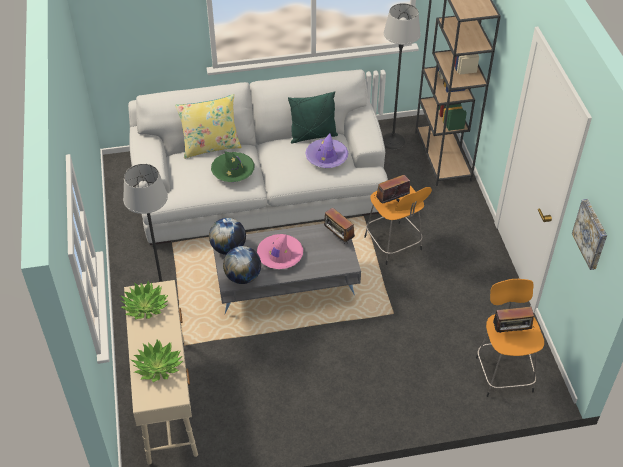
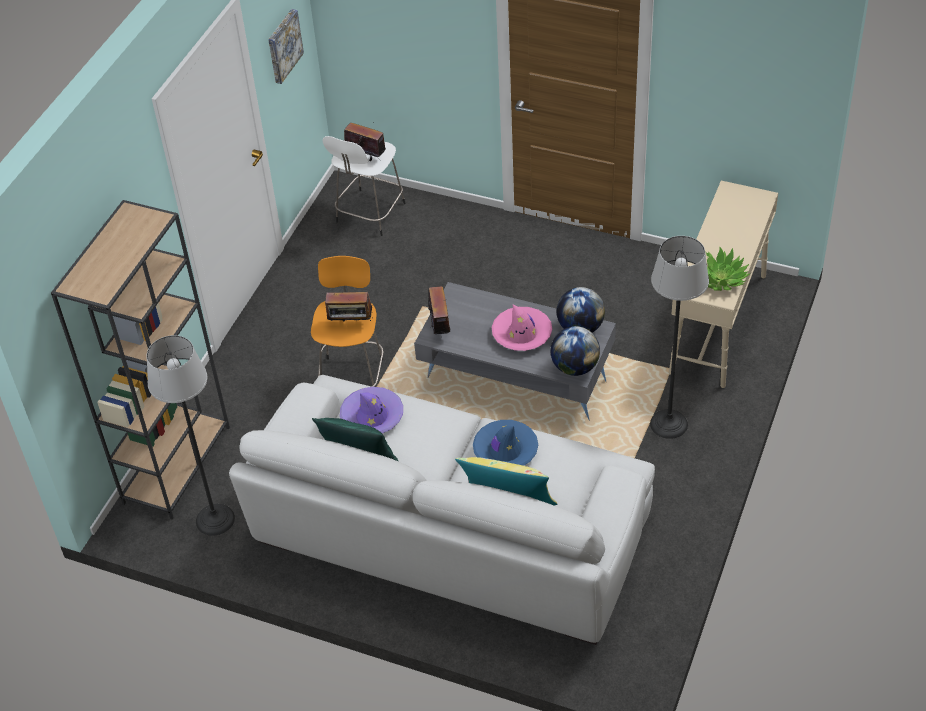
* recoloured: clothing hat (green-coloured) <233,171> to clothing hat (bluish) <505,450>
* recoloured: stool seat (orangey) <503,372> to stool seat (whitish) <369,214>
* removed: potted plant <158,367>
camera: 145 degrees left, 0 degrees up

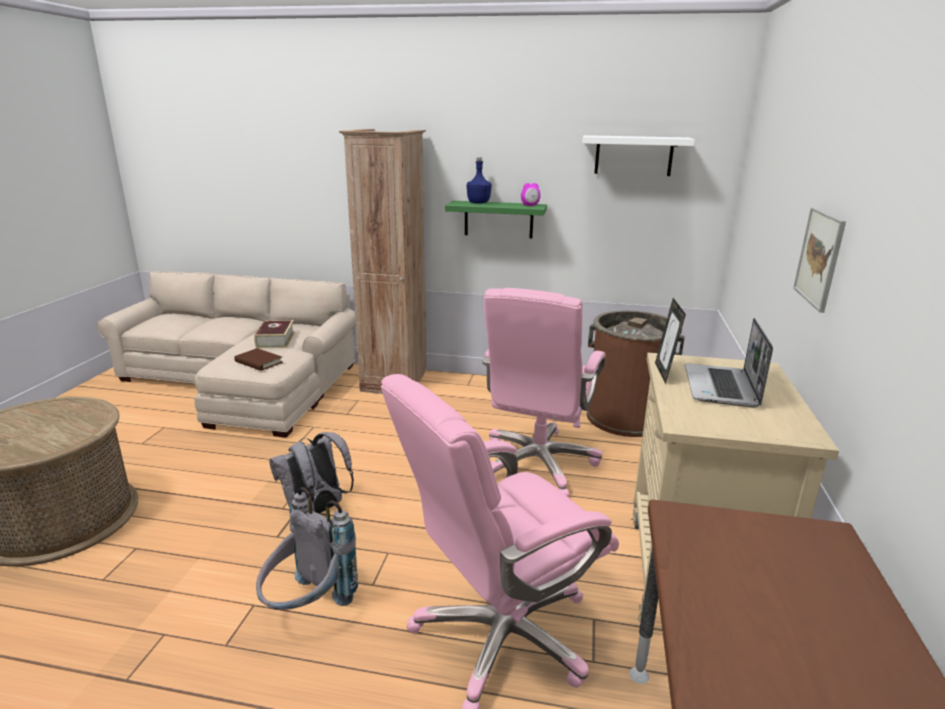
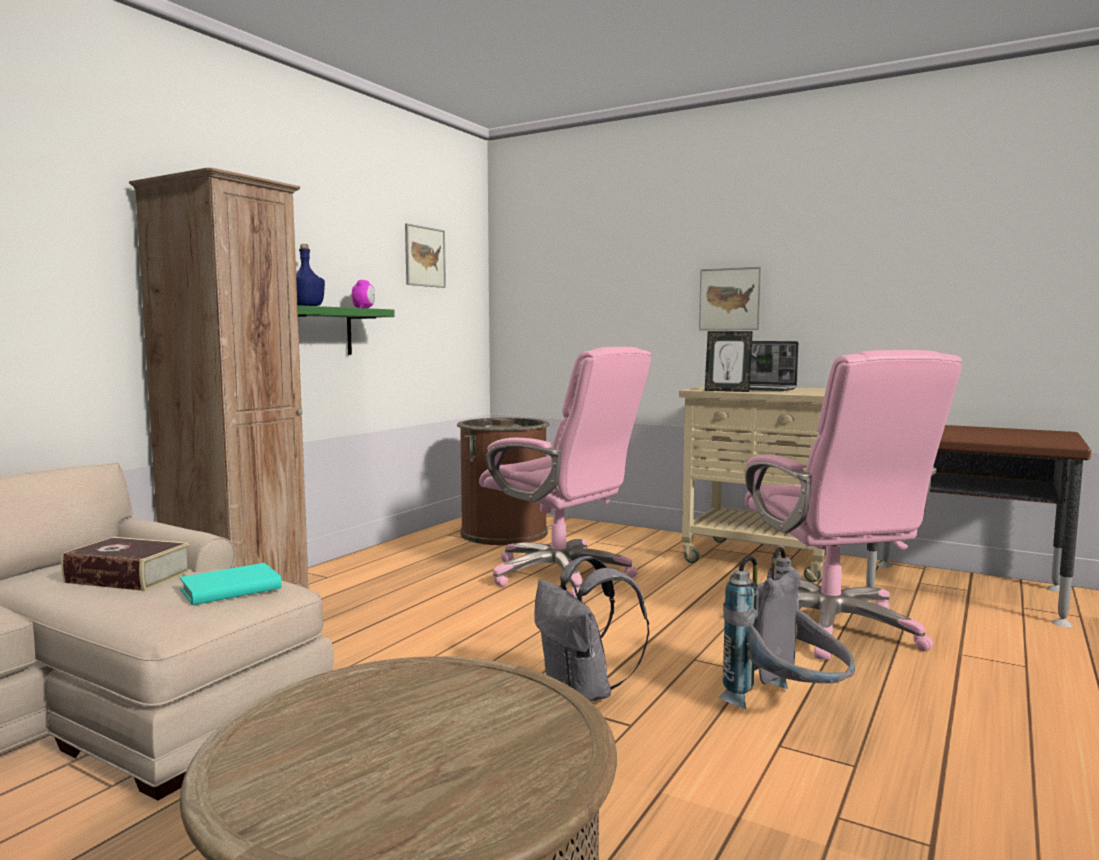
* replaced: wall shelf (whitish) <633,155> to wall art <425,256>
* recoloured: book (brown-coloured) <258,362> to book (turquoise-coloured) <231,589>
camera: 70 degrees left, 15 degrees down

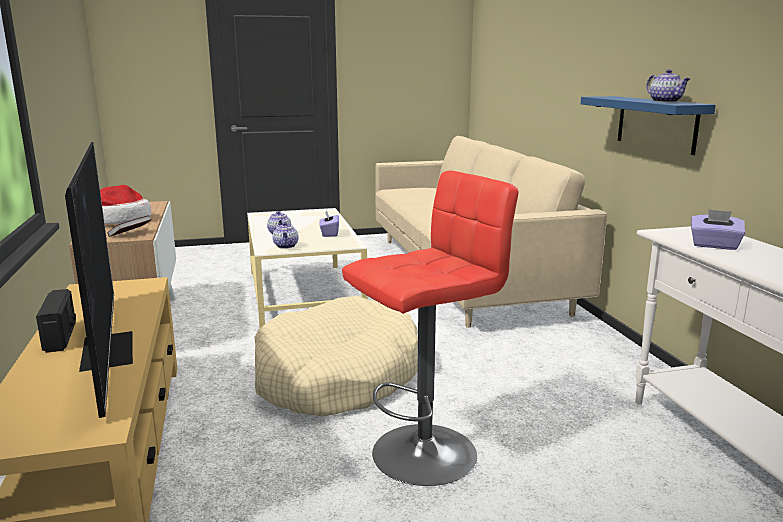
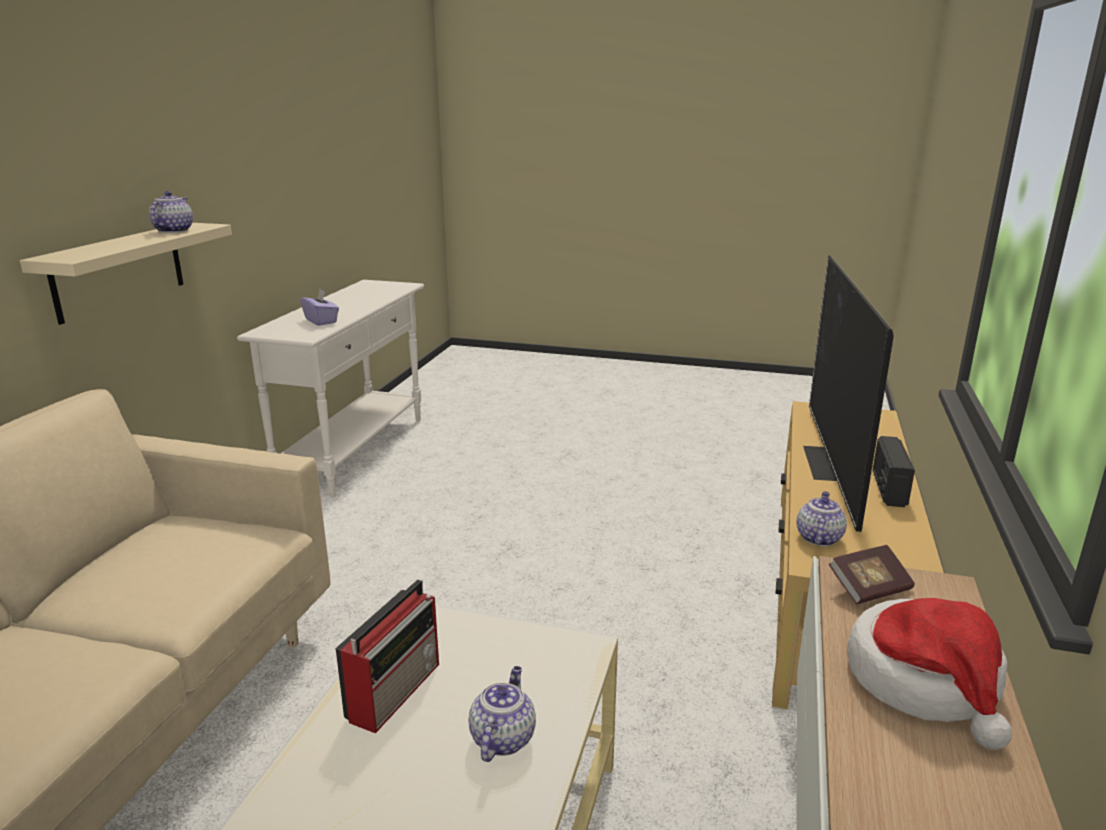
* recoloured: wall shelf (bluish) <656,123> to wall shelf (beige) <119,271>
* removed: stool seat (reddish) <426,454>
* replaced: tissue box (purplish) <329,234> to radio set <396,689>
* moved: teapot <286,246> to <818,537>
* removed: pet bed (beige) <337,377>
camera: 150 degrees left, 5 degrees up

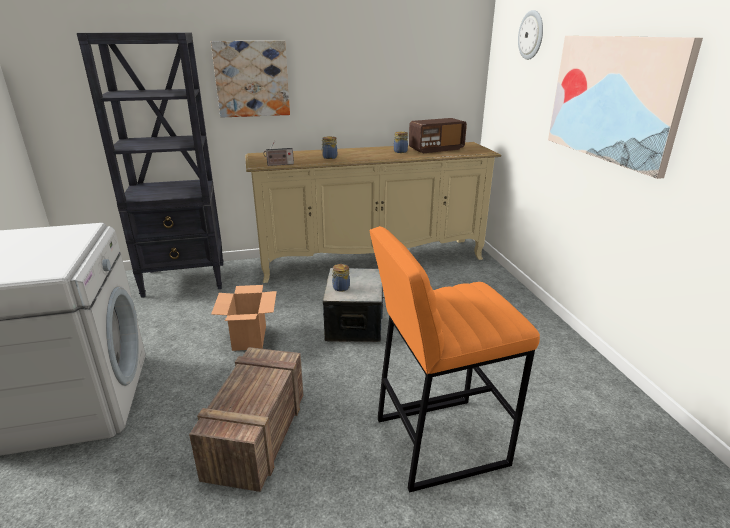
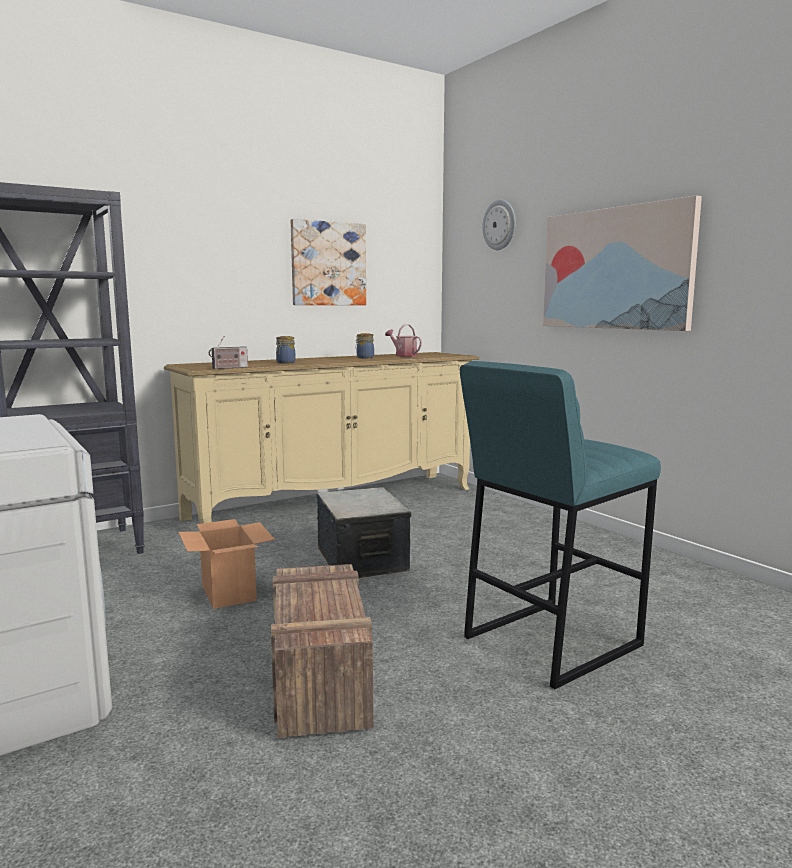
* moved: wall art <252,79> to <328,264>
* replaced: radio set <436,149> to watering pot <403,355>
* recoloured: stool seat (orangey) <437,442> to stool seat (turquoise-coloured) <549,642>
* removed: jar <340,288>
camera: 20 degrees left, 15 degrees down

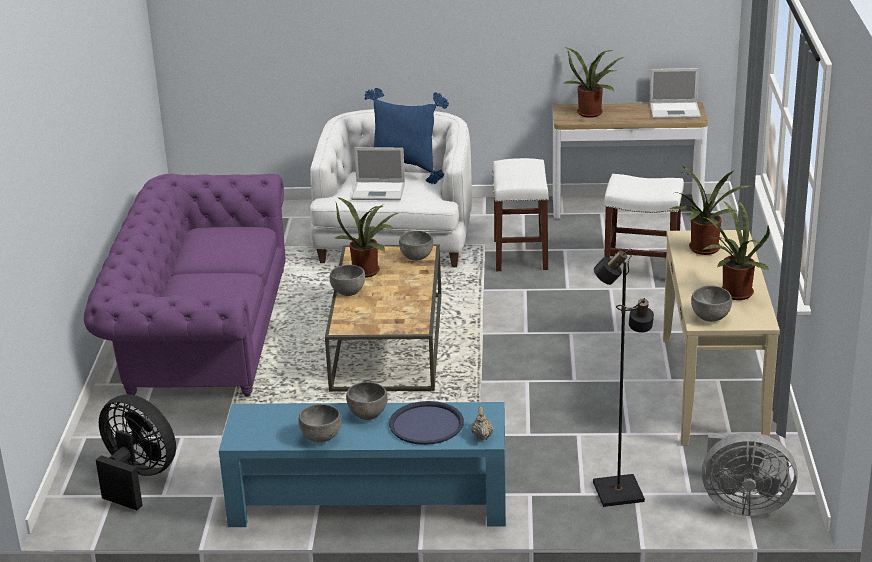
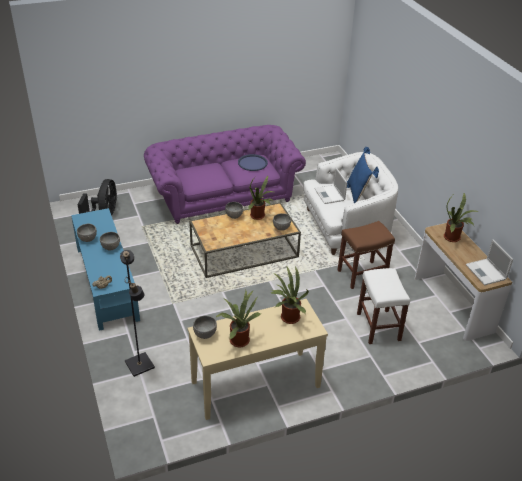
* recoloured: stool seat (whitish) <521,255> to stool seat (brown-coloured) <361,275>
* moved: carrying tray (bluish) <426,424> to <252,163>
* removed: electric fan (greyish) <742,504>
camera: 65 degrees right, 10 degrees up

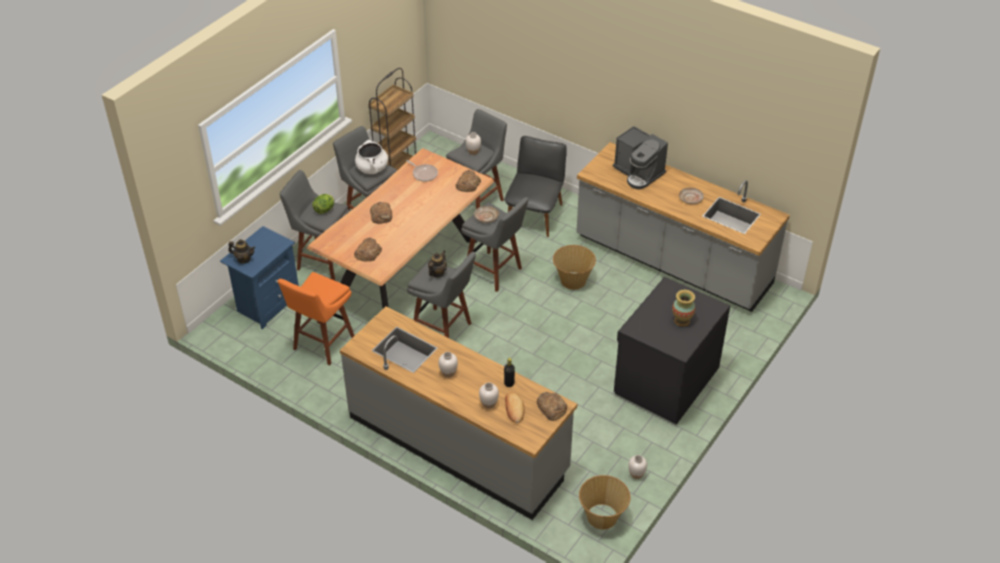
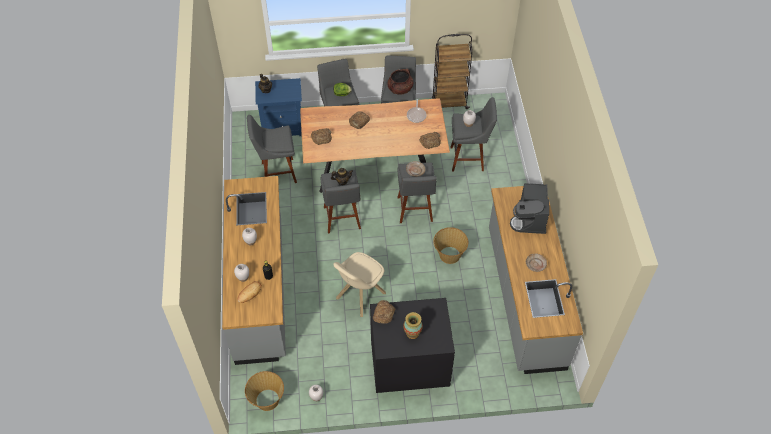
* removed: chair (blackish) <534,216>
* recoloured: cooking pot (whitish) <372,168> to cooking pot (brown-coloured) <400,89>
* recoloured: stool seat (orangey) <322,345> to stool seat (greyish) <276,173>
* moved: baked bread <551,408> to <383,313>
* added: chair (beige) <360,295>
camera: 50 degrees right, 10 degrees up

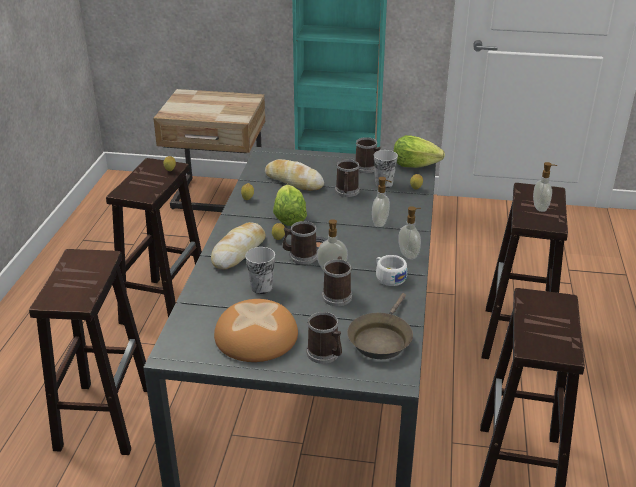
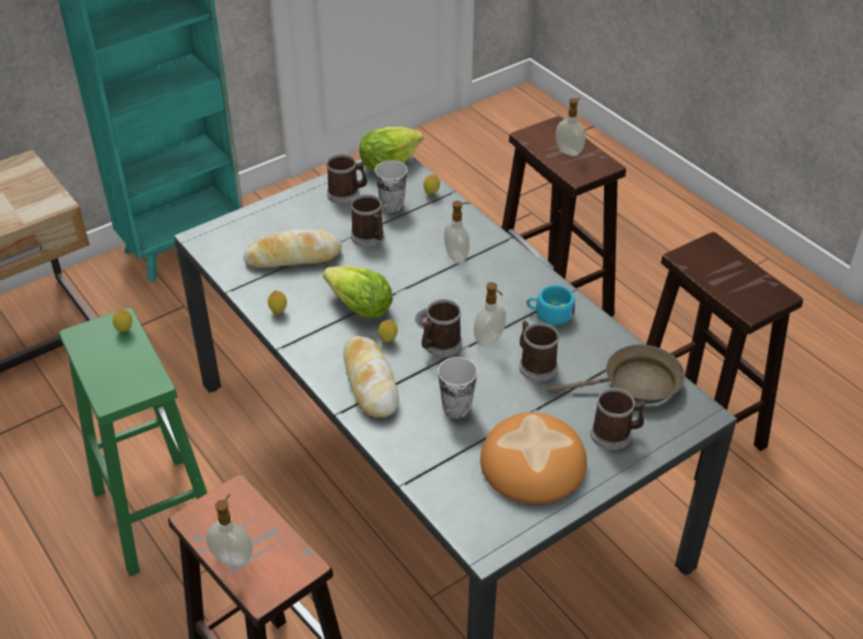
* recoloured: stool seat (brown-coloured) <165,304> to stool seat (green-coloured) <155,512>
* moved: soap bottle <409,254> to <233,557>
* recoloured: drinking cup (whitish) <388,277> to drinking cup (turquoise-coloured) <549,314>
* turned: skillet (brown-coloured) <381,339> = <635,384> 75 degrees counterclockwise
camera: 45 degrees left, 10 degrees up

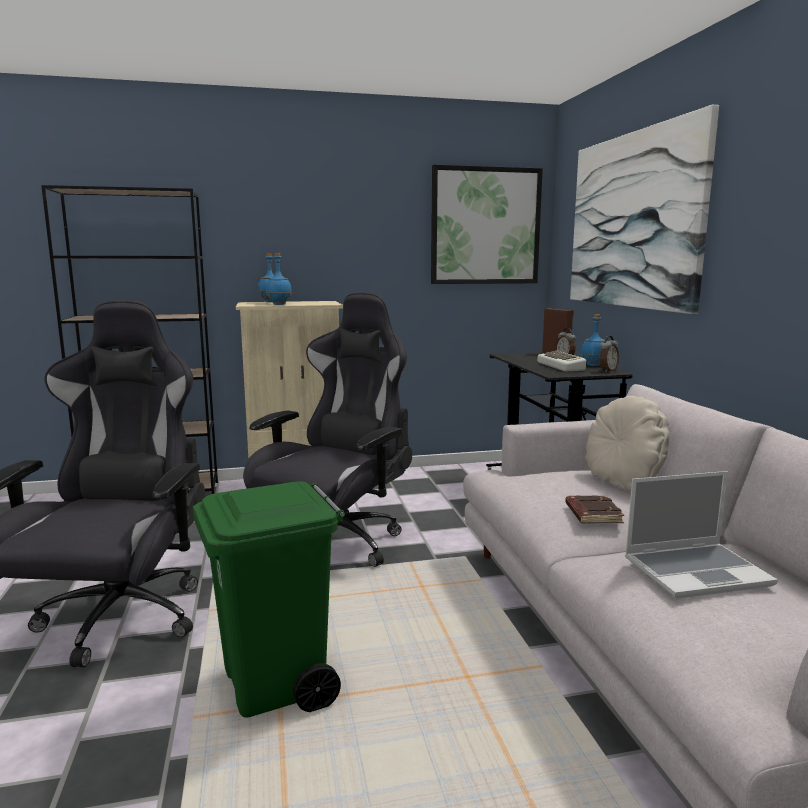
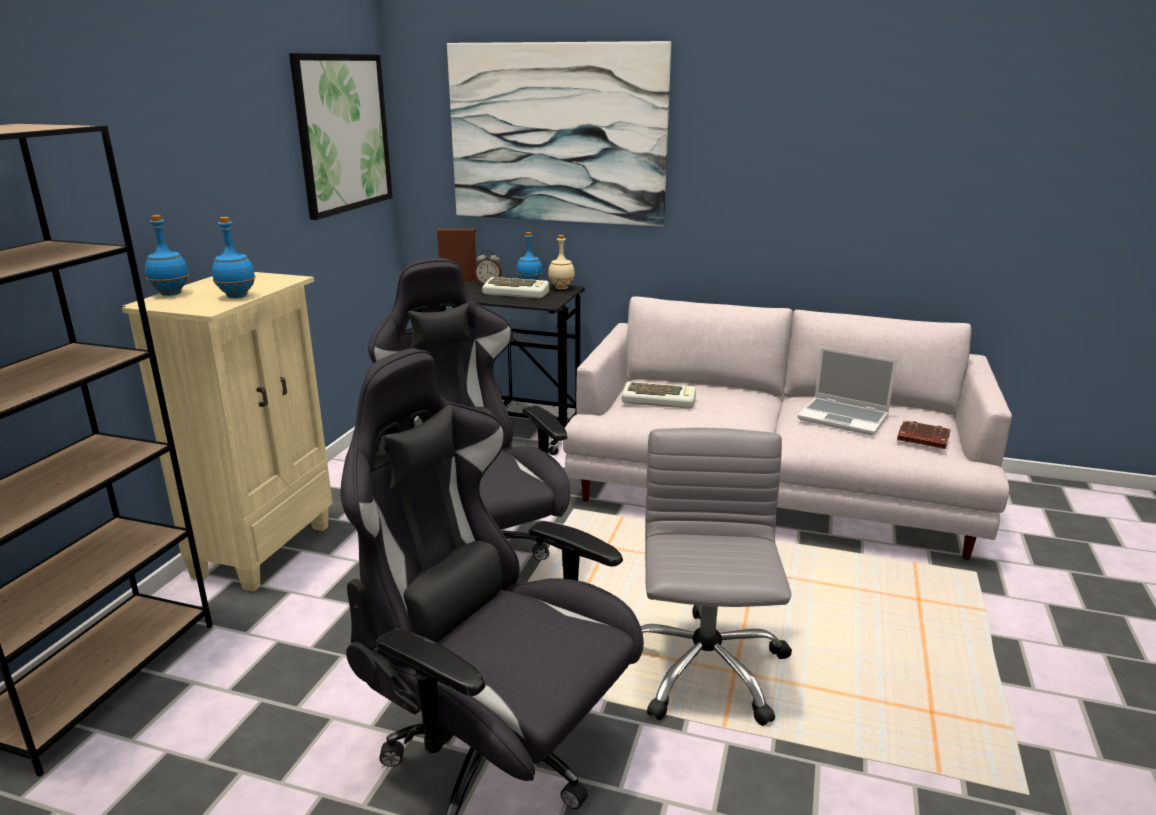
* replaced: alarm clock <607,371> to beverage bottle (beige) <561,288>
* removed: pillow (beige) <623,483>
* turned: laptop <697,571> = <844,418> 105 degrees clockwise
* replaced: trash can (green-coloured) <277,685> to computer chair (greyish) <704,668>
* moved: book (brown-coloured) <592,514> to <922,439>
* added: computer keyboard <659,400>
camera: 60 degrees left, 10 degrees up

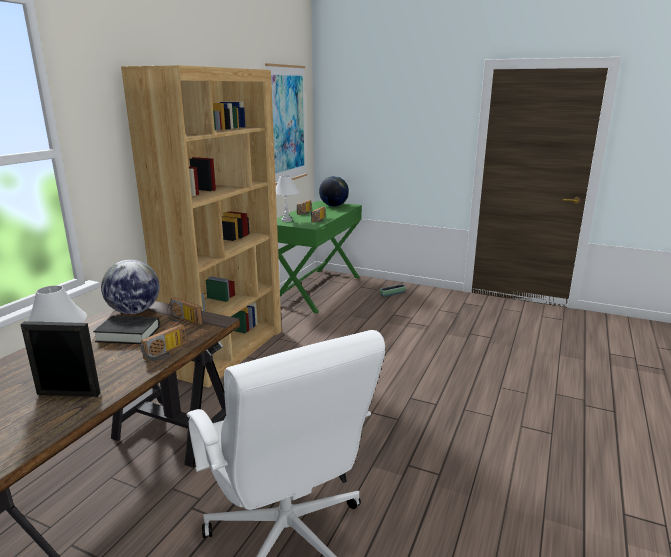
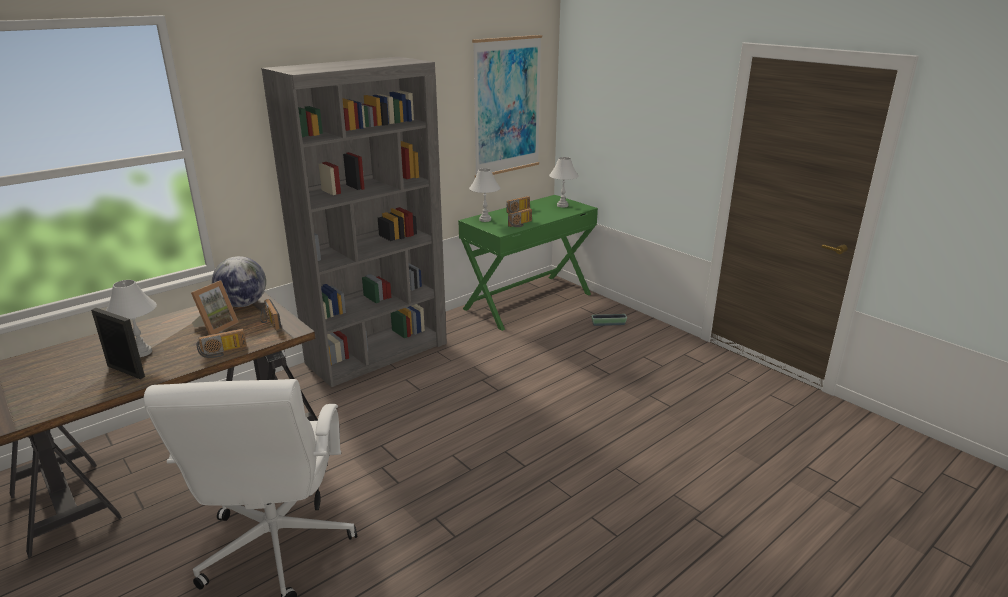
* recoloured: shelving unit (brown-coloured) <227,351> to shelving unit (greyish) <378,353>
* replaced: globe <334,206> to lamp for a table (whitish) <562,205>
* replaced: book (blackish) <128,334> to photo frame <216,327>
camera: 25 degrees right, 5 degrees up

